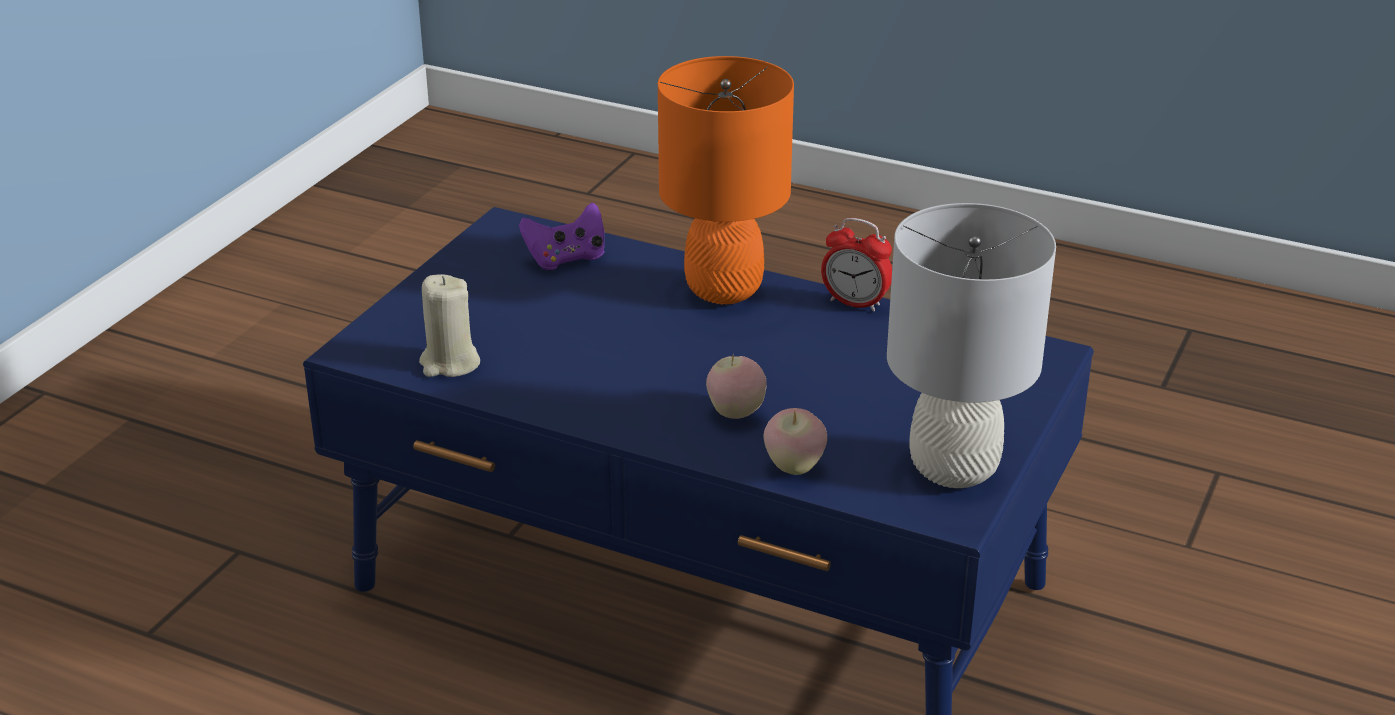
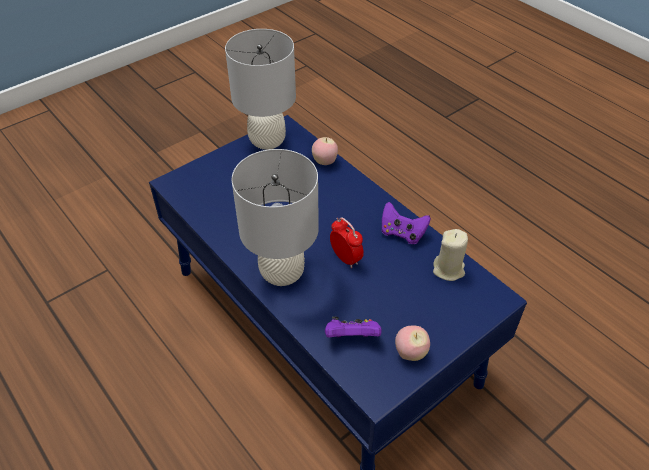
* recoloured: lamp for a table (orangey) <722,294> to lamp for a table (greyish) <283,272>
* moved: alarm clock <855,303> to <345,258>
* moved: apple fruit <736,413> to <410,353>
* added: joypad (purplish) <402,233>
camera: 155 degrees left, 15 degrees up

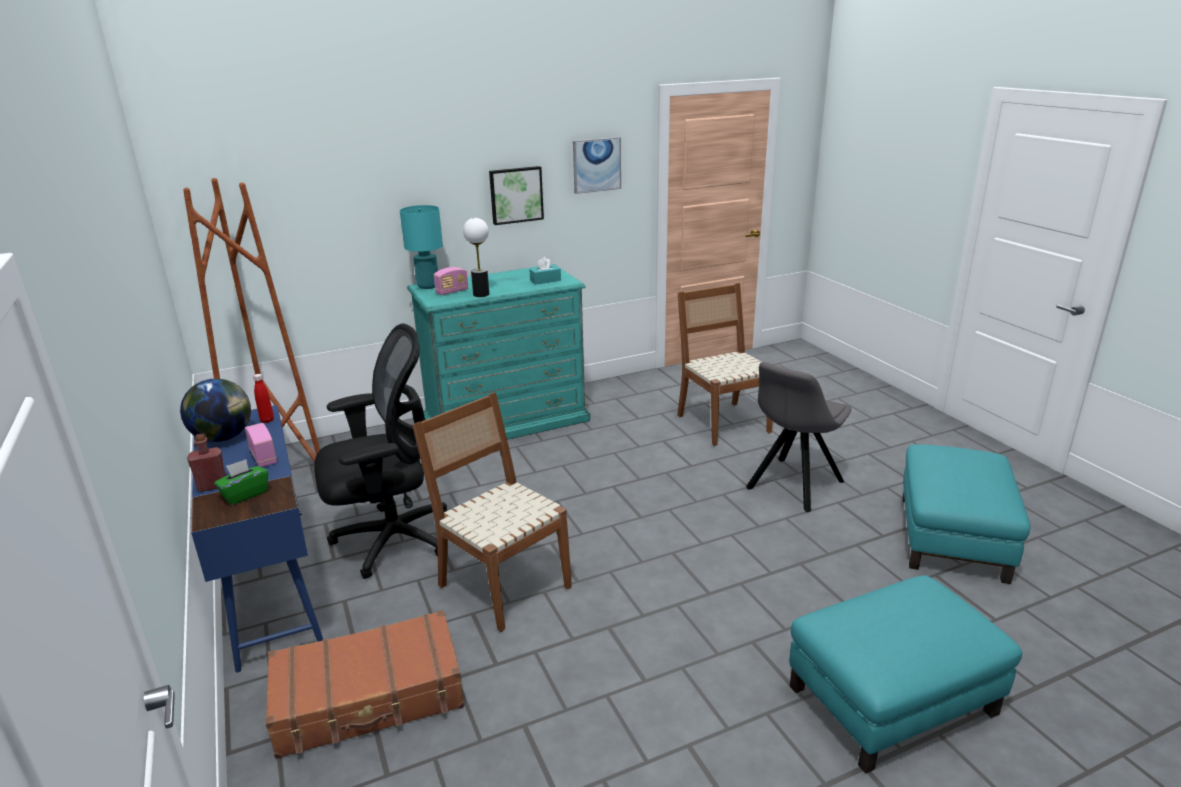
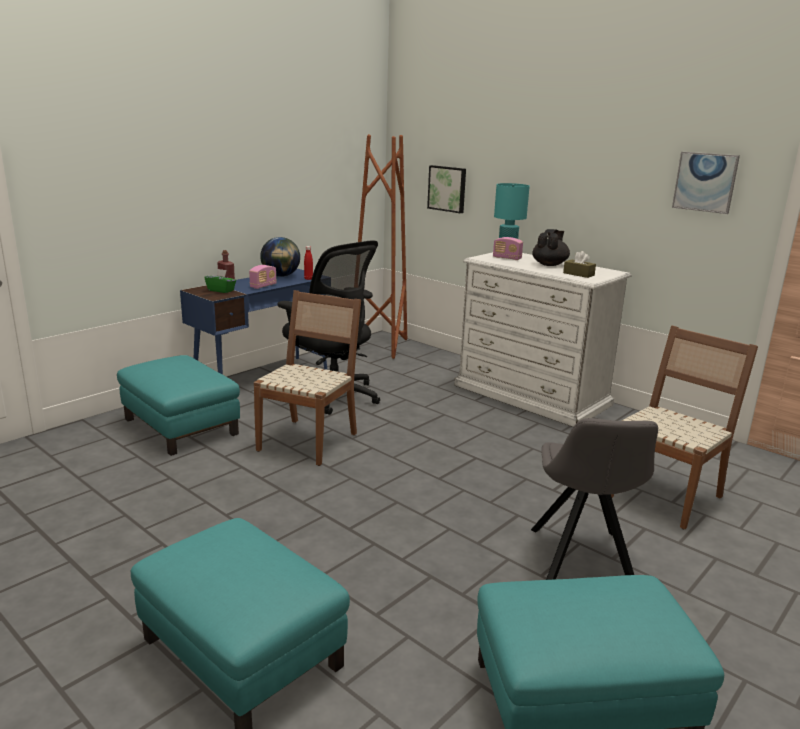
* moved: wall art <516,195> to <447,188>
* removed: lamp for a table <481,294>
* recoloured: tissue box (turquoise-coloured) <545,280> to tissue box (brown-coloured) <578,274>
* recoloured: chest of drawers (turquoise-coloured) <507,420> to chest of drawers (whitish) <532,395>
* turned: chair (greyish) <793,485> = <582,557> 105 degrees counterclockwise
* replaced: suitcase (brown-coloured) <369,698> to footrest (turquoise-coloured) <181,426>
* added: teapot (blackish) <549,264>
camera: 65 degrees right, 5 degrees down

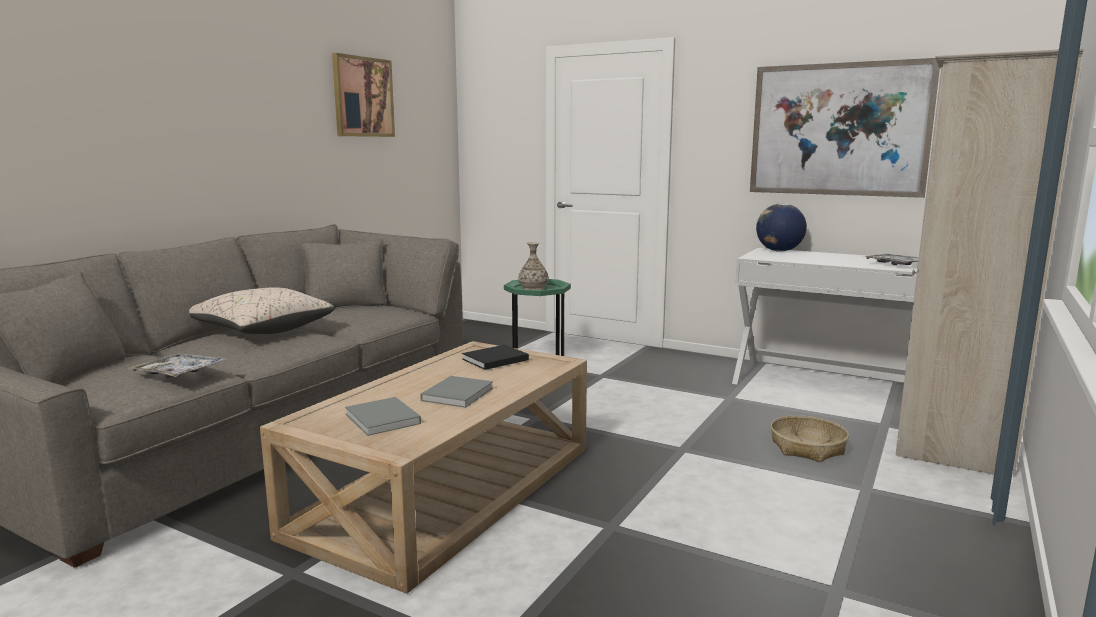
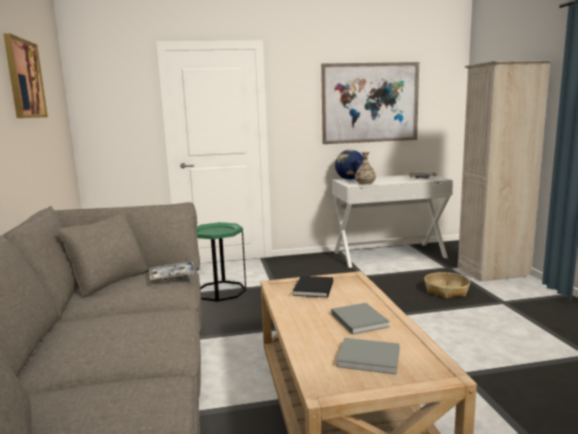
* moved: vase <533,288> to <365,183>
* removed: pillow (beige) <262,330>
* moved: carrying tray <179,373> to <173,276>
camera: 40 degrees left, 0 degrees up

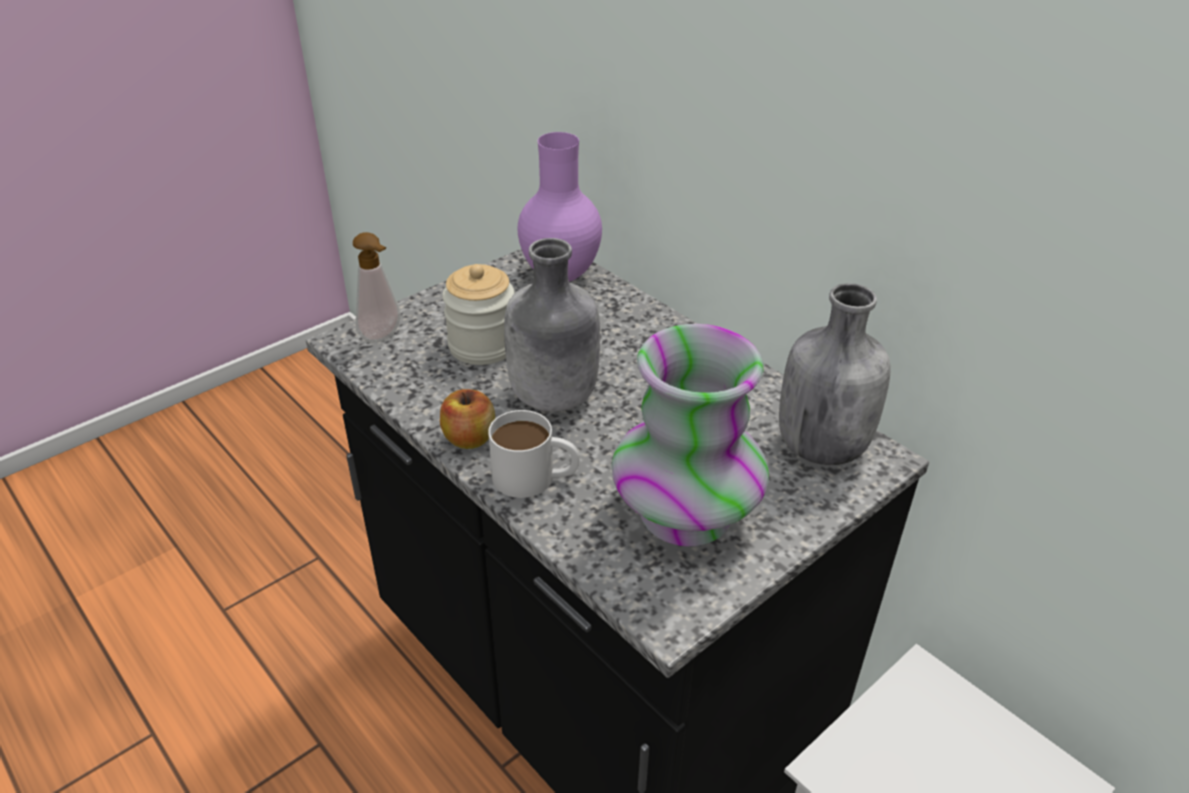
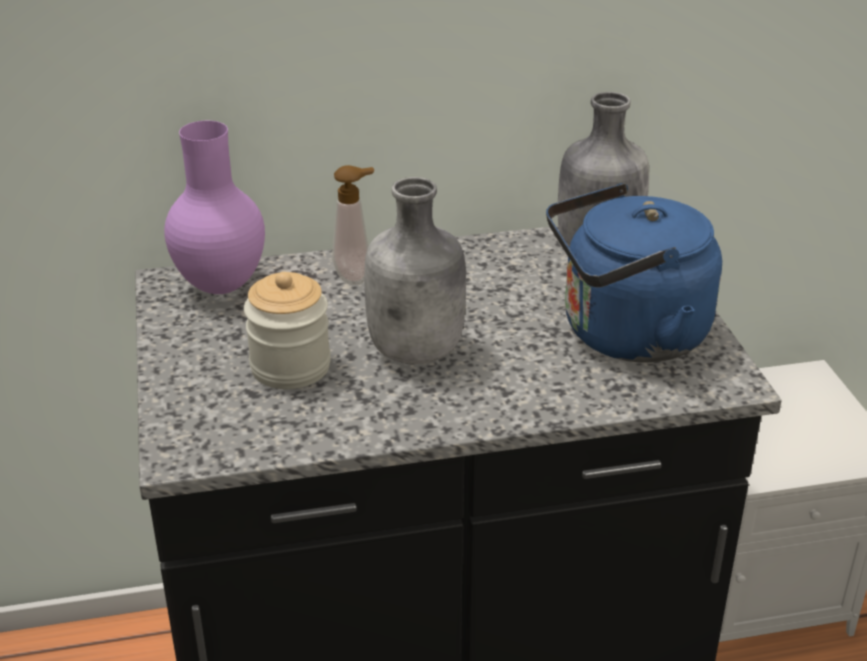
* moved: soap bottle <383,337> to <356,277>
* replaced: vase <685,513> to kettle (bluish) <626,335>
* removed: apple fruit <469,438>
* removed: coffee mug (whitish) <535,477>
camera: 60 degrees left, 5 degrees down

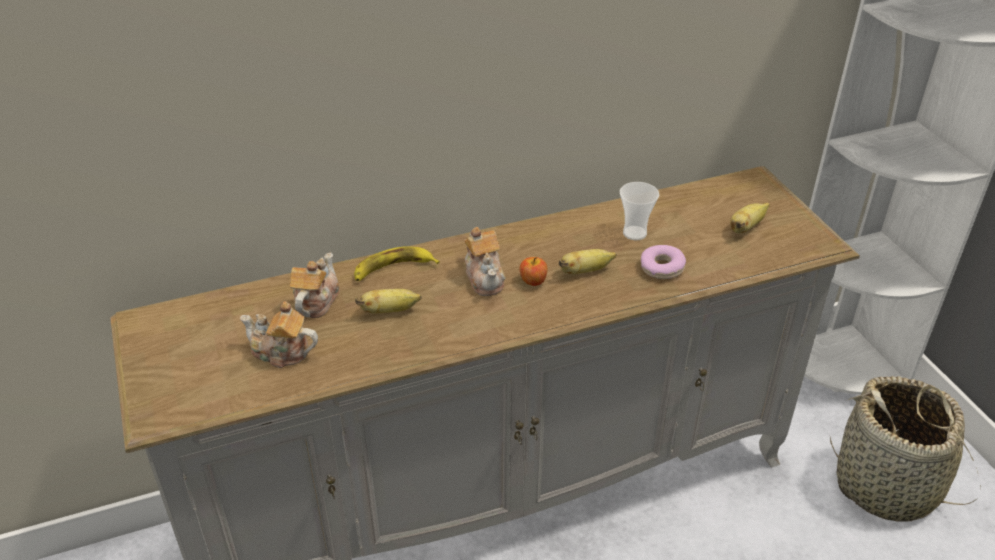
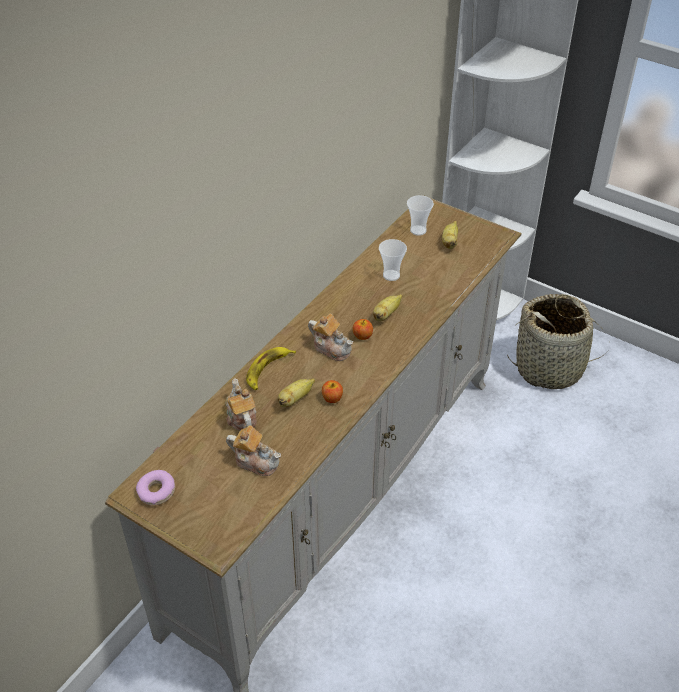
* moved: doughnut <661,268> to <156,491>
* turned: teapot <281,352> = <256,461> 135 degrees counterclockwise
* added: drinking cup <418,230>
* added: apple fruit <332,398>
camera: 35 degrees left, 5 degrees up

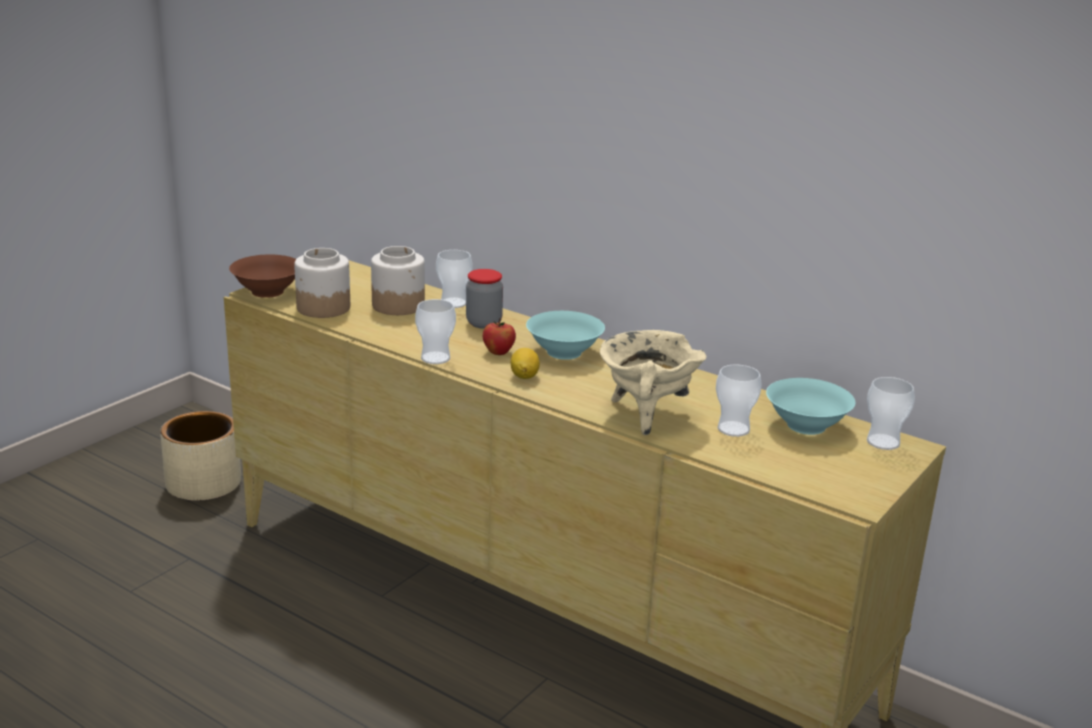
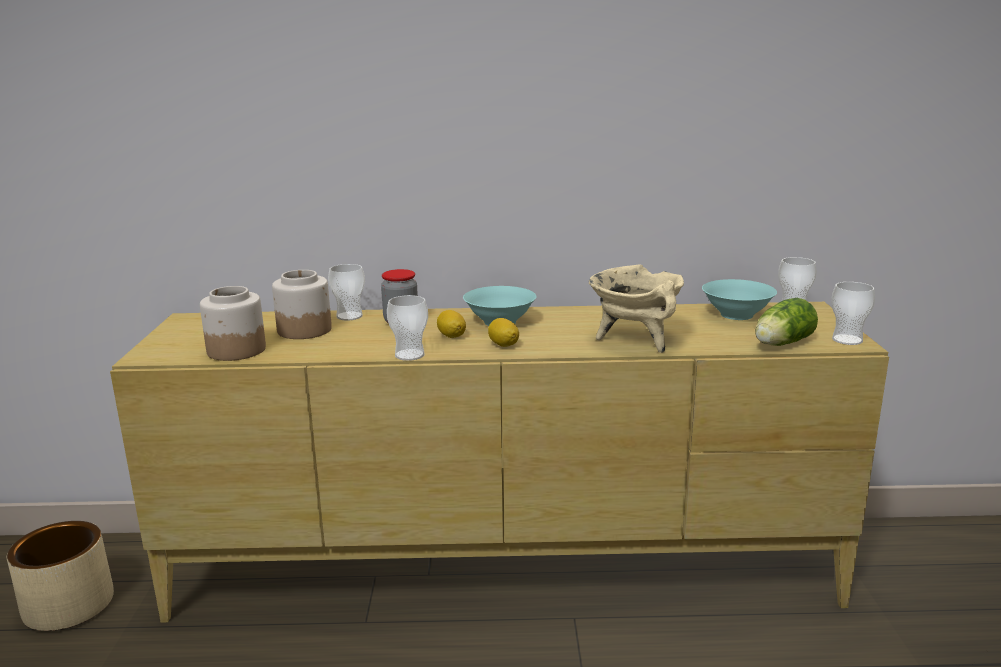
* removed: deep dish (brown-coloured) <268,292>
* replaced: apple fruit <498,352> to lemon <451,336>
* moved: drinking cup <733,429> to <847,340>
* added: lettuce <781,344>
camera: 35 degrees left, 5 degrees down

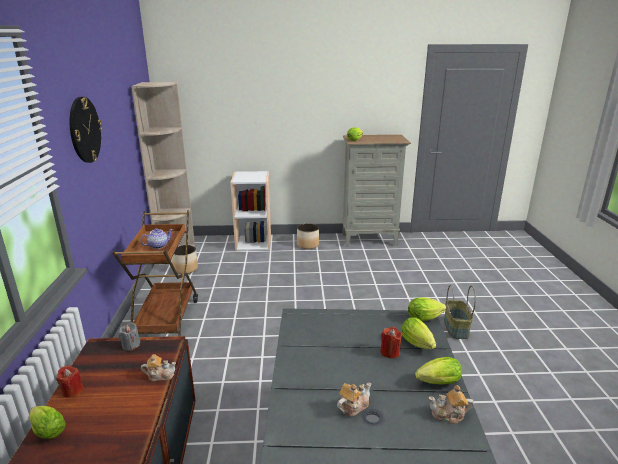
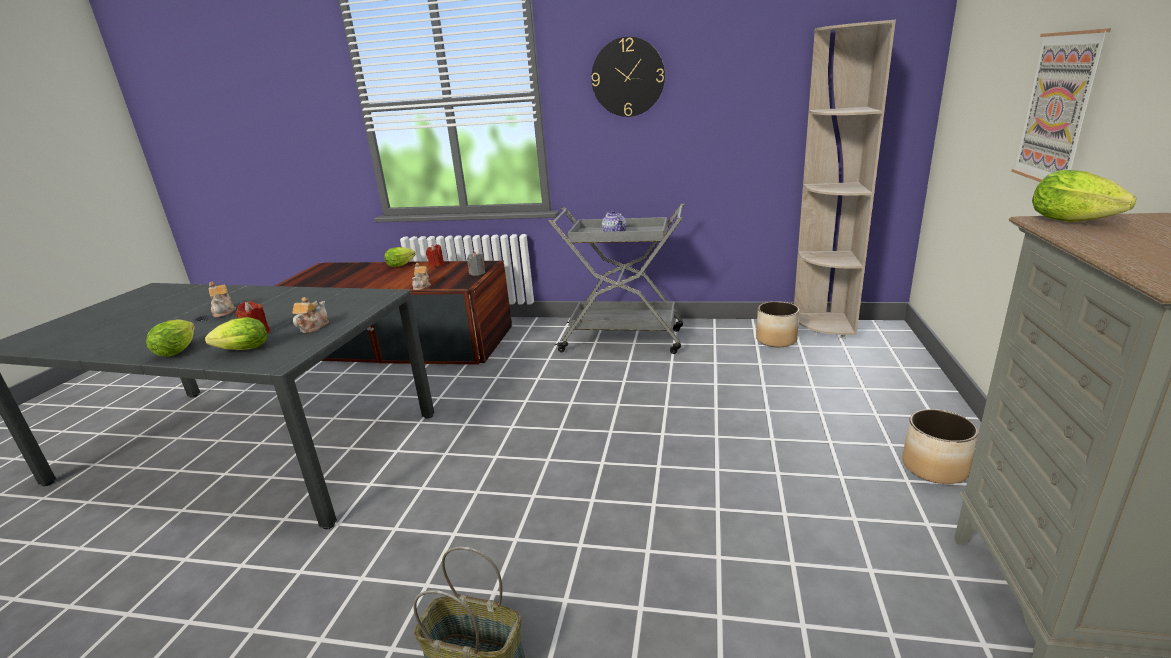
* removed: shelving unit <254,243>
* recoloured: wheeled cart (brown-coloured) <167,325> to wheeled cart (greyish) <622,340>
* removed: lettuce <426,318>
* moved: teapot <449,415> to <313,327>
* added: wall art <1058,108>
camera: 105 degrees right, 0 degrees up

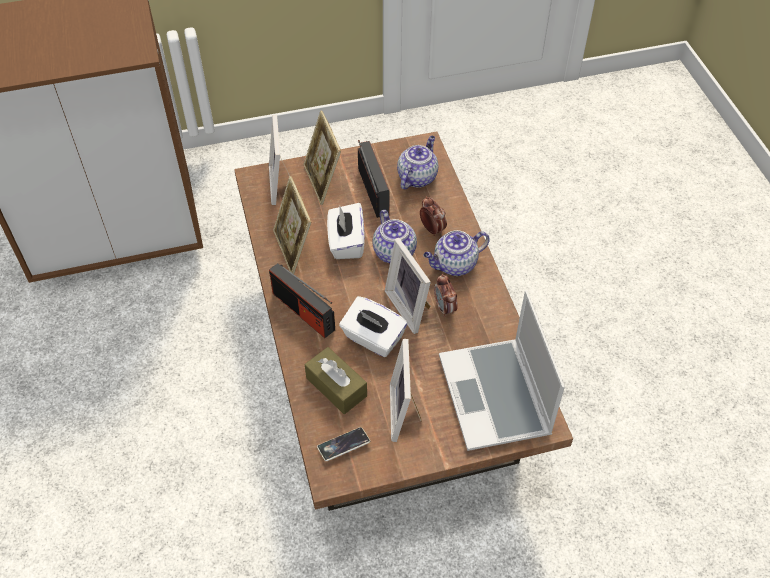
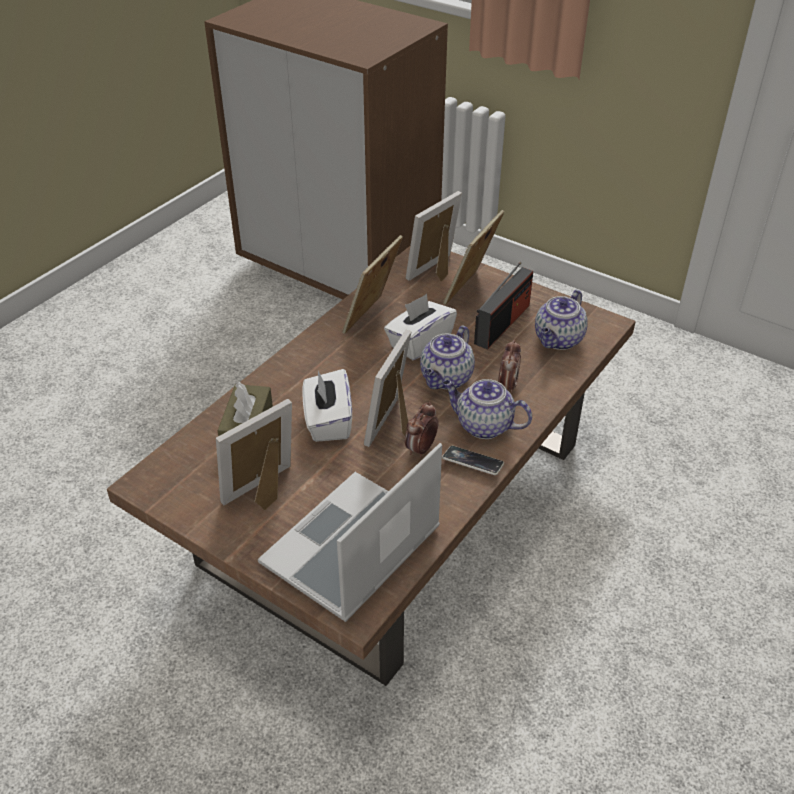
* turned: teapot <417,177> = <558,340> 135 degrees clockwise
* removed: radio set <303,311>
* moved: handset <343,445> to <472,463>
camera: 50 degrees right, 10 degrees down

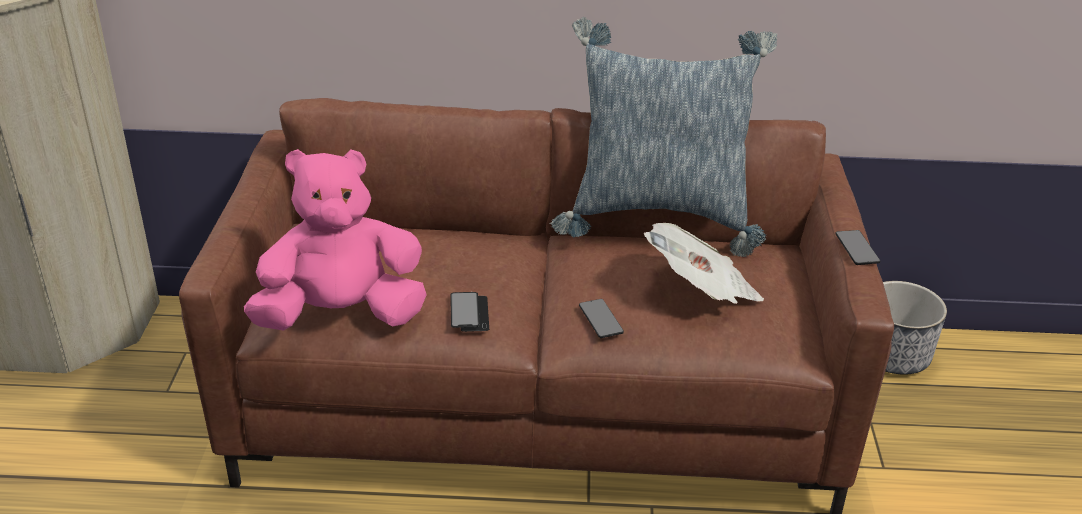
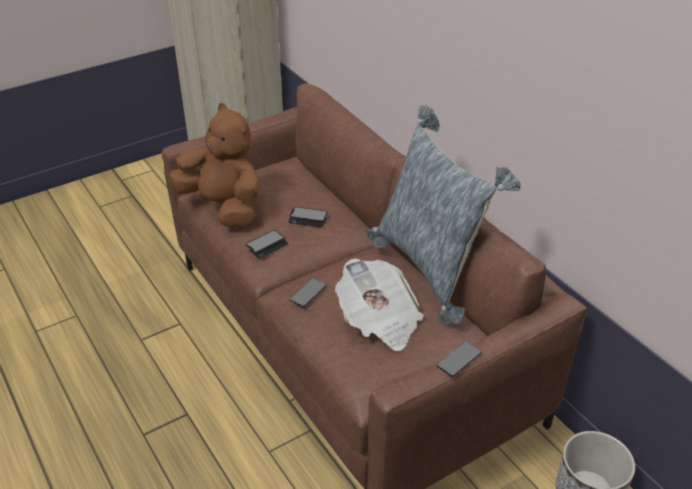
* recoloured: soft toy (pinkish) <342,315> to soft toy (brown-coloured) <223,207>
* added: handset <308,218>
camera: 55 degrees right, 5 degrees up

